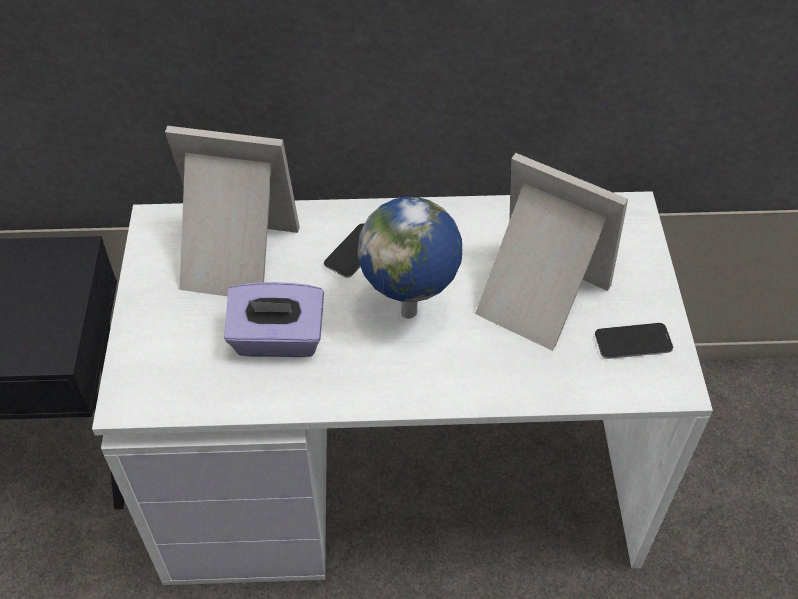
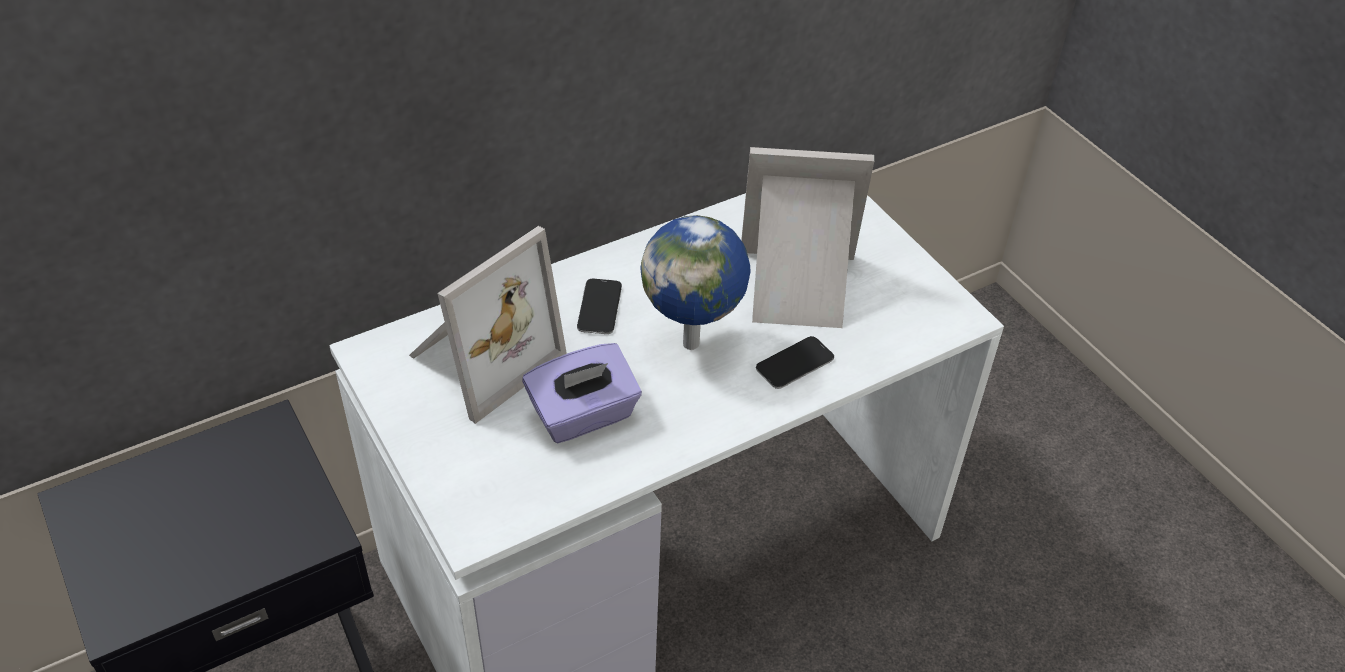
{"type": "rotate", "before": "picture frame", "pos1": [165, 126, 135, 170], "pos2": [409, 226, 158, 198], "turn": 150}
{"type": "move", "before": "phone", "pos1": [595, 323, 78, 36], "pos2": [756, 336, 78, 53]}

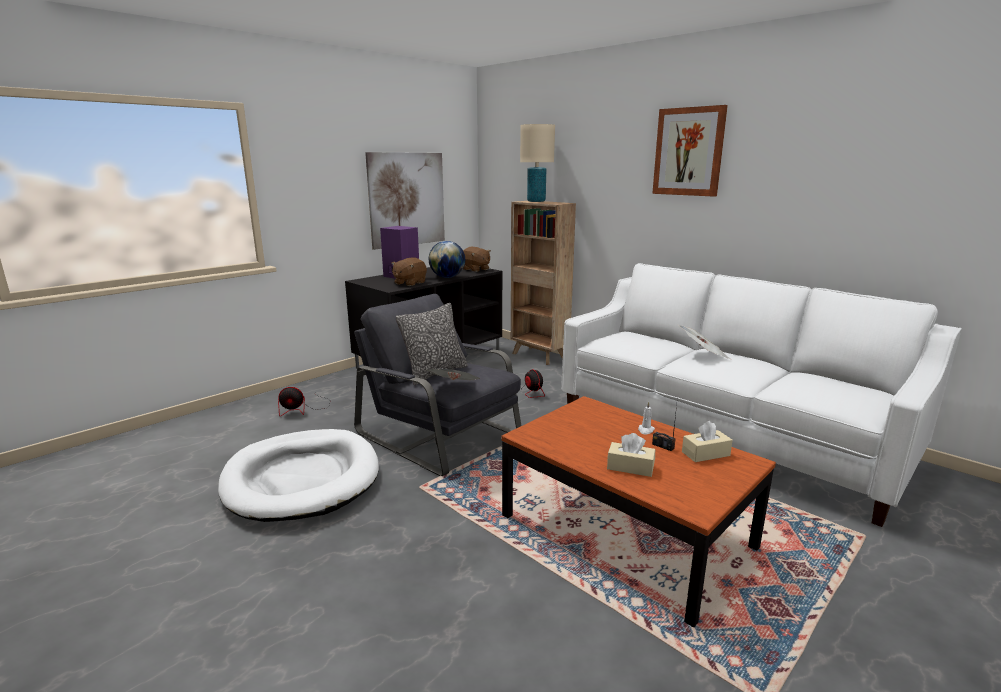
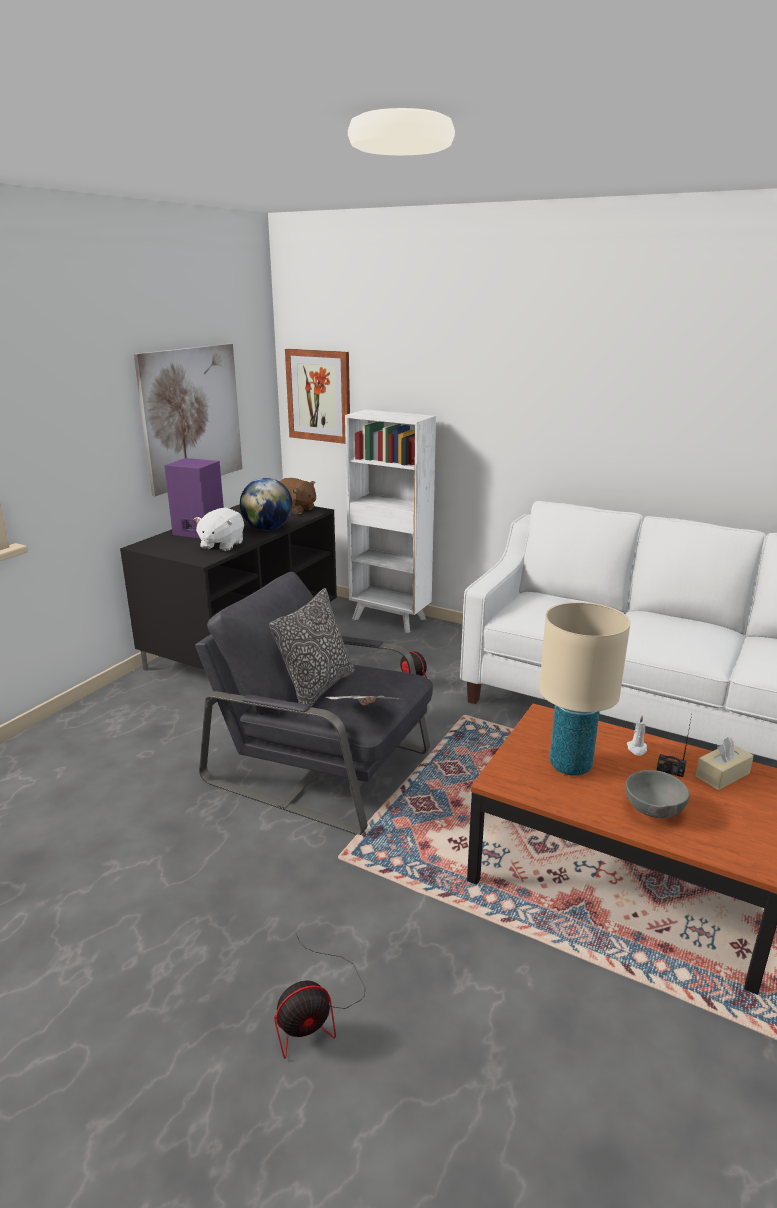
{"type": "delete", "before": "white dog bed", "pos1": [218, 429, 161, 93]}
{"type": "move", "before": "fan", "pos1": [278, 387, 52, 30], "pos2": [274, 934, 91, 125]}
{"type": "recolor", "before": "brown plush toy", "after": "white plush toy", "pos1": [391, 257, 36, 29], "pos2": [194, 508, 50, 43]}
{"type": "recolor", "before": "brown bookcase", "after": "white bookcase", "pos1": [511, 201, 65, 164], "pos2": [345, 409, 91, 224]}
{"type": "move", "before": "beige table lamp", "pos1": [520, 124, 35, 78], "pos2": [539, 602, 91, 174]}
{"type": "replace", "before": "beige tissue box", "after": "grey bowl", "pos1": [607, 433, 48, 44], "pos2": [626, 770, 63, 48]}
{"type": "move", "before": "picture", "pos1": [652, 105, 76, 92], "pos2": [285, 349, 65, 95]}
{"type": "delete", "before": "newspaper", "pos1": [678, 325, 52, 34]}

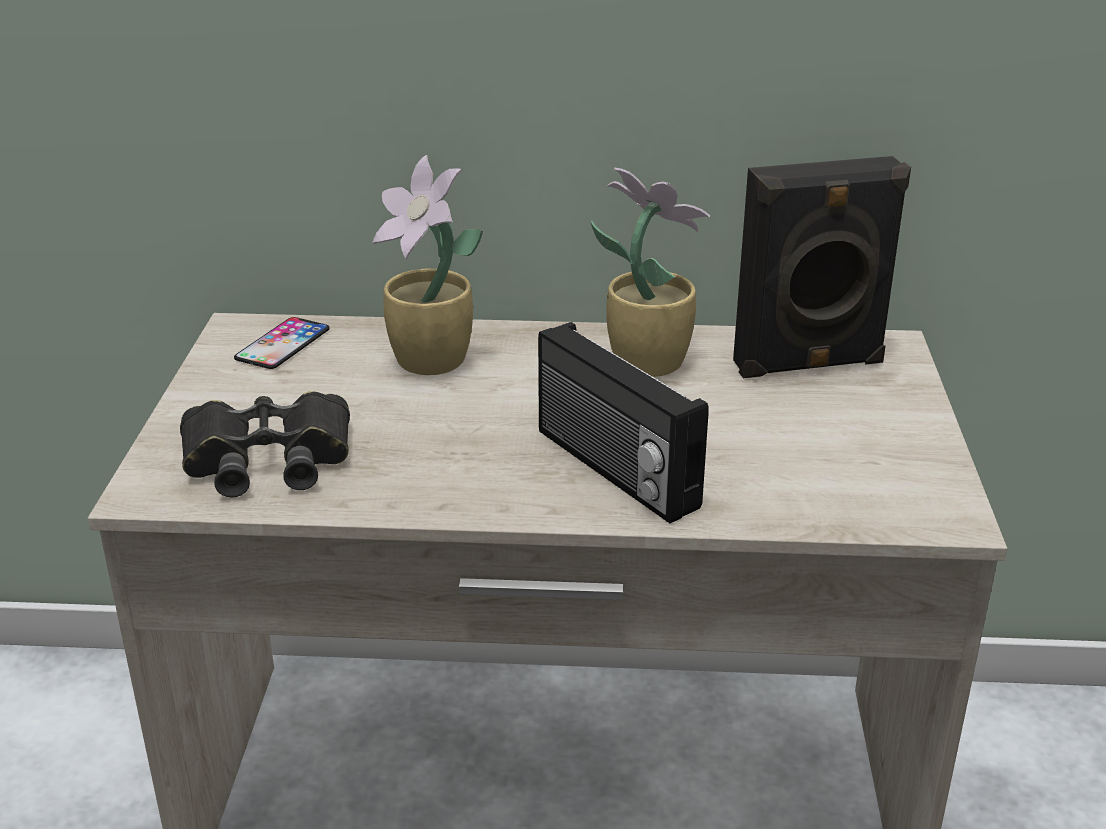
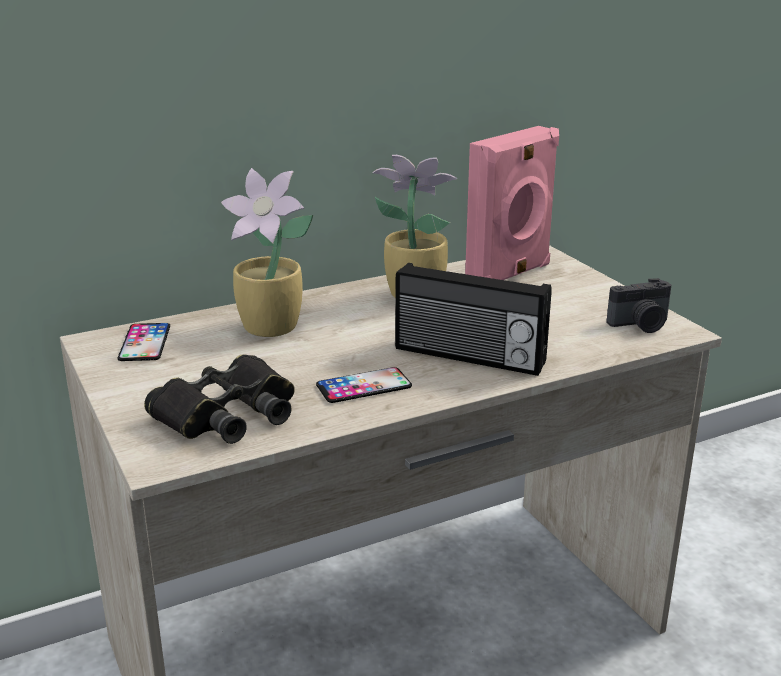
{"type": "recolor", "before": "black speaker", "after": "pink speaker", "pos1": [733, 156, 178, 222], "pos2": [465, 126, 94, 154]}
{"type": "insert", "after": "phone", "pos2": [316, 367, 96, 36]}
{"type": "insert", "after": "photo camera", "pos2": [606, 278, 65, 55]}

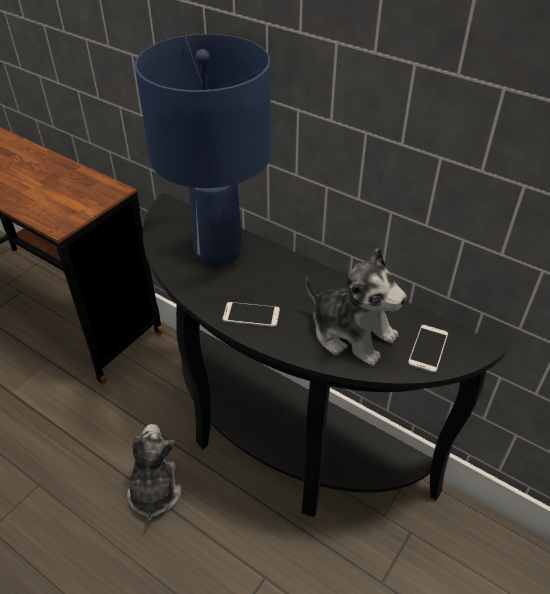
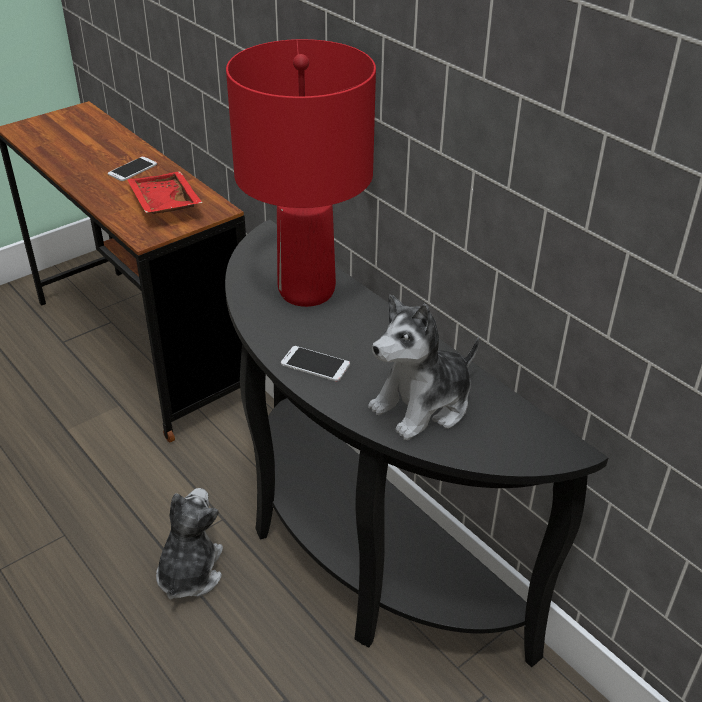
{"type": "recolor", "before": "blue table lamp", "after": "red table lamp", "pos1": [135, 34, 136, 231], "pos2": [226, 39, 150, 268]}
{"type": "rotate", "before": "plush toy", "pos1": [306, 248, 101, 118], "pos2": [368, 295, 112, 145], "turn": 90}
{"type": "move", "before": "phone", "pos1": [408, 325, 40, 48], "pos2": [108, 157, 49, 24]}
{"type": "insert", "after": "red tray", "pos2": [127, 171, 75, 43]}

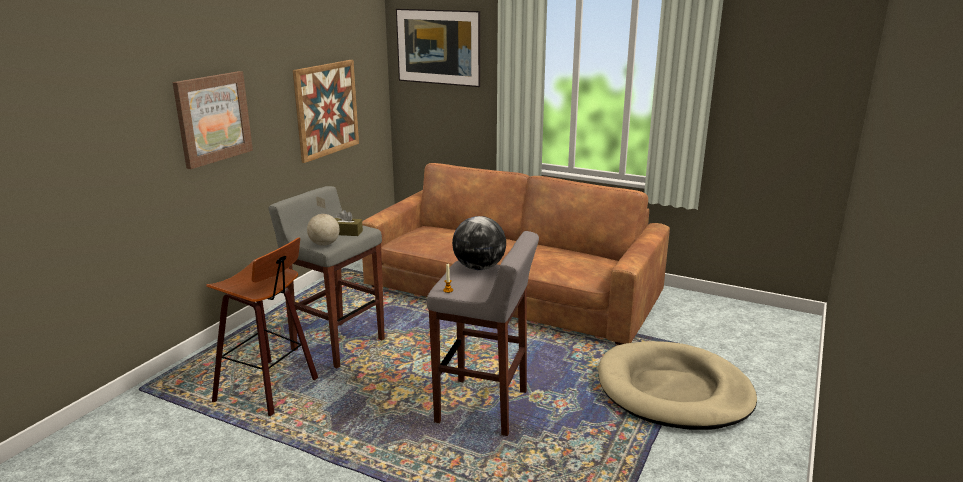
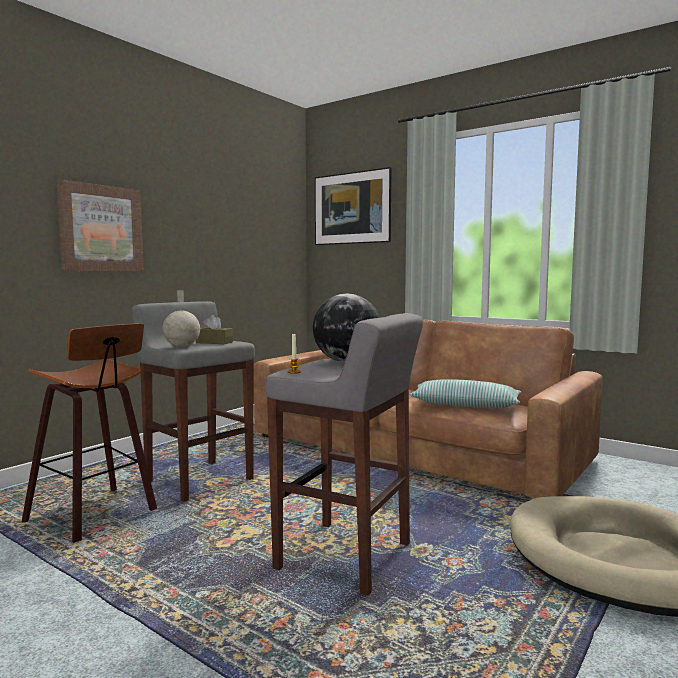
{"type": "delete", "before": "picture", "pos1": [293, 60, 66, 103]}
{"type": "insert", "after": "pillow", "pos2": [409, 379, 112, 29]}

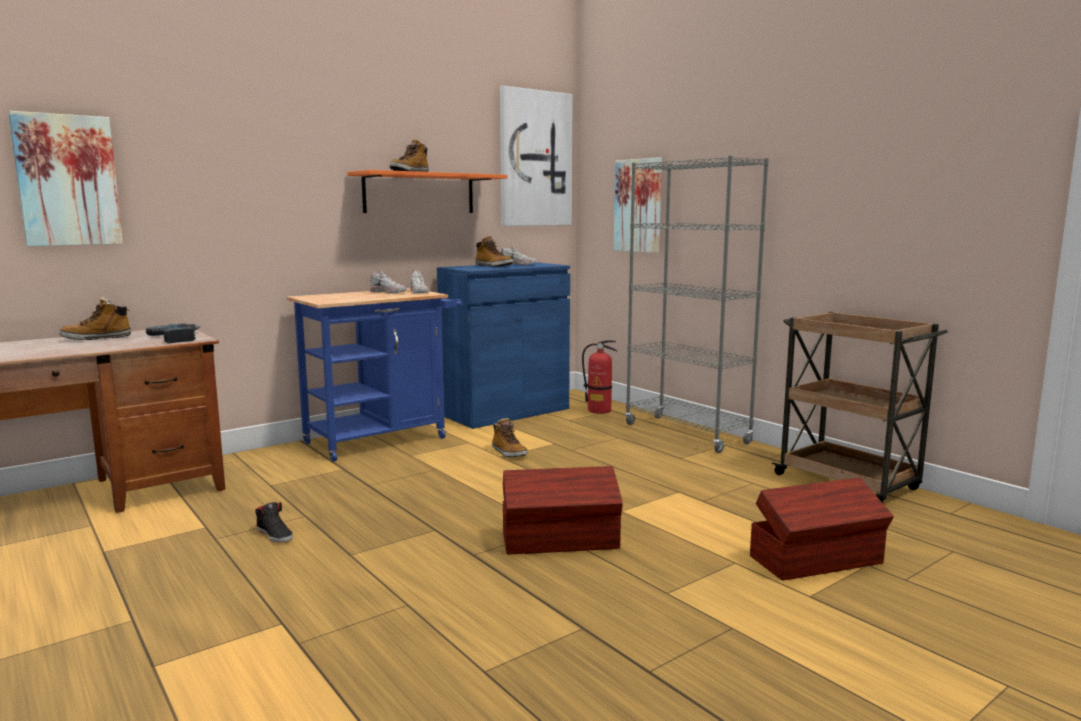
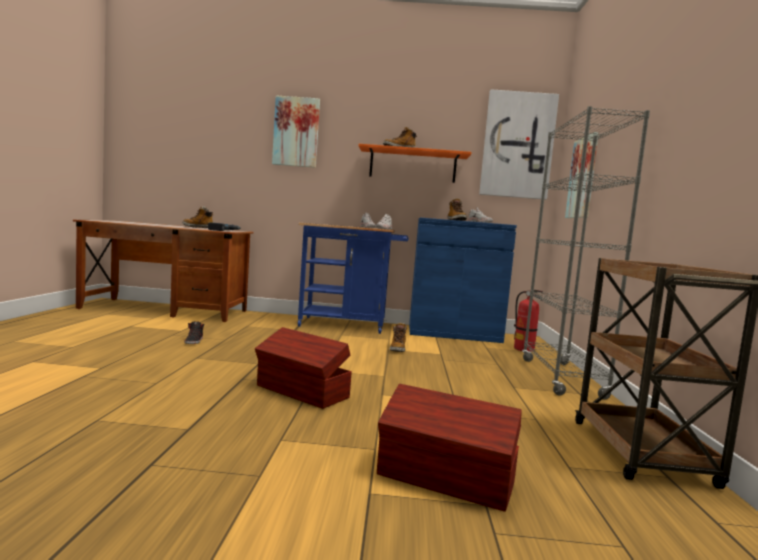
{"type": "move", "before": "picture", "pos1": [8, 111, 115, 135], "pos2": [272, 95, 48, 73]}

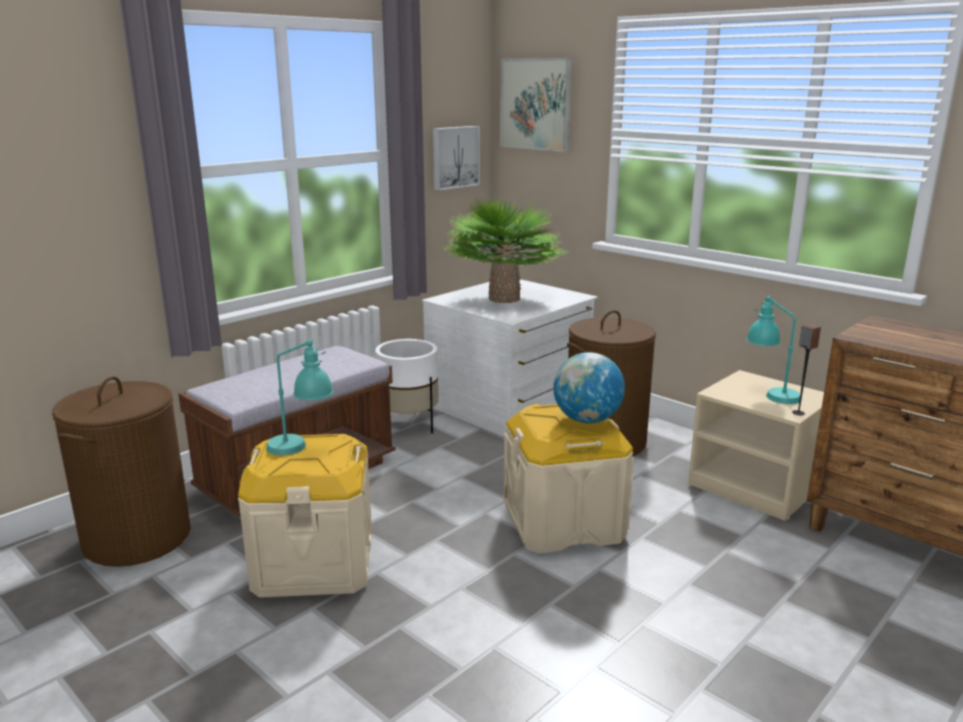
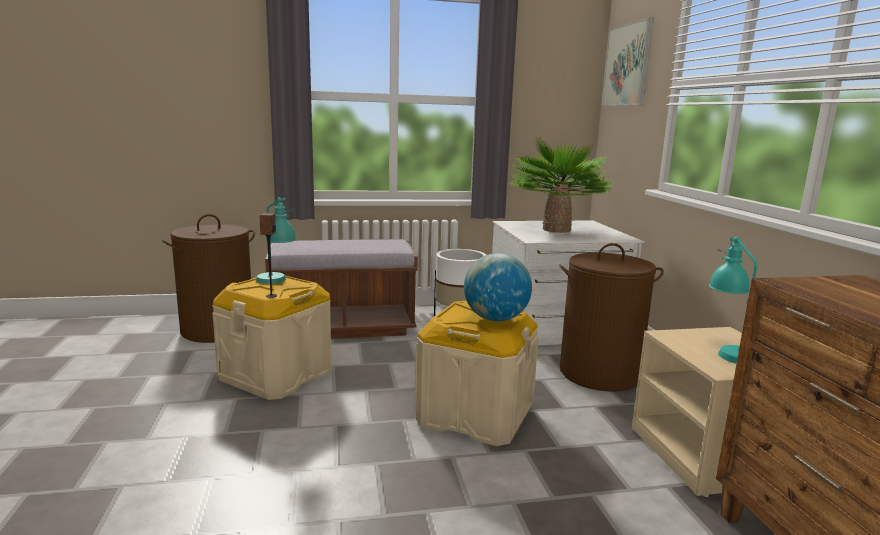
{"type": "delete", "before": "picture", "pos1": [433, 126, 47, 65]}
{"type": "move", "before": "speaker", "pos1": [792, 324, 29, 91], "pos2": [259, 213, 18, 85]}

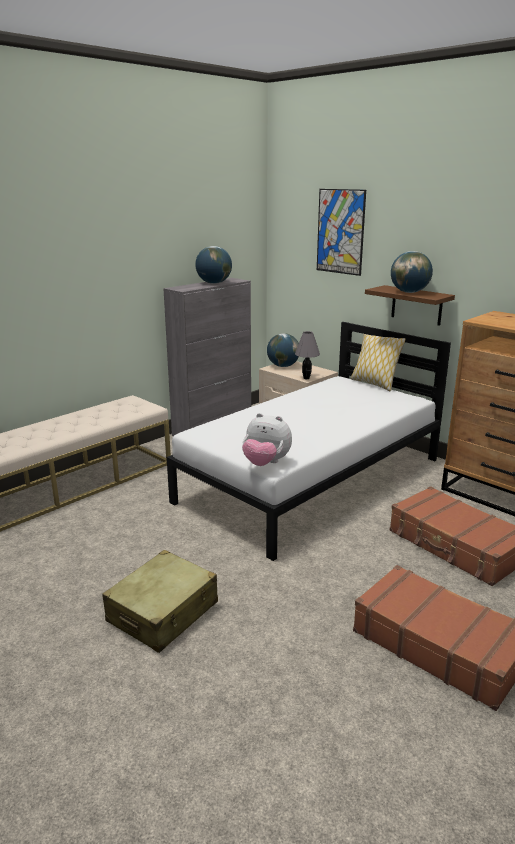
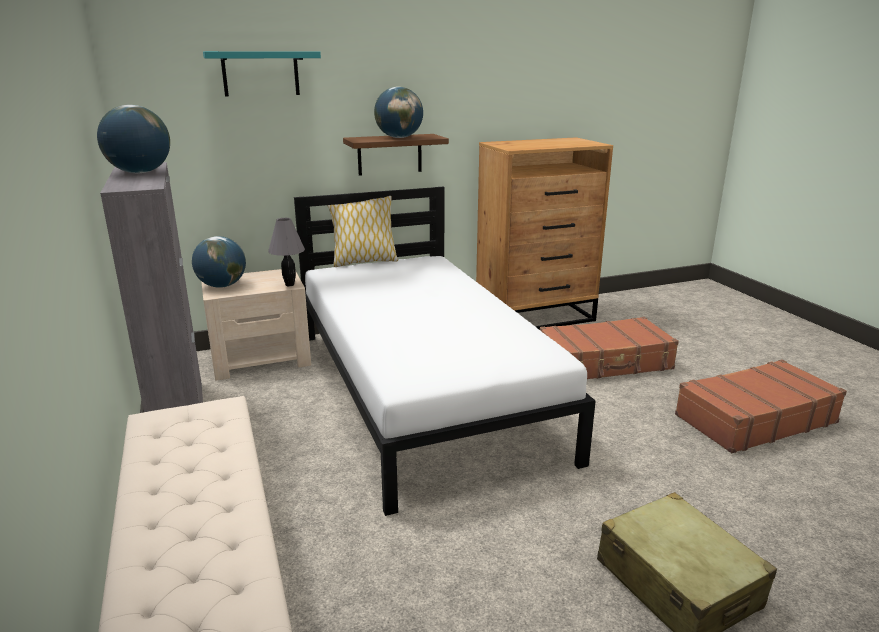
{"type": "delete", "before": "plush toy", "pos1": [242, 413, 50, 53]}
{"type": "replace", "before": "picture", "after": "turquoise shelf", "pos1": [317, 189, 49, 87], "pos2": [203, 51, 118, 46]}

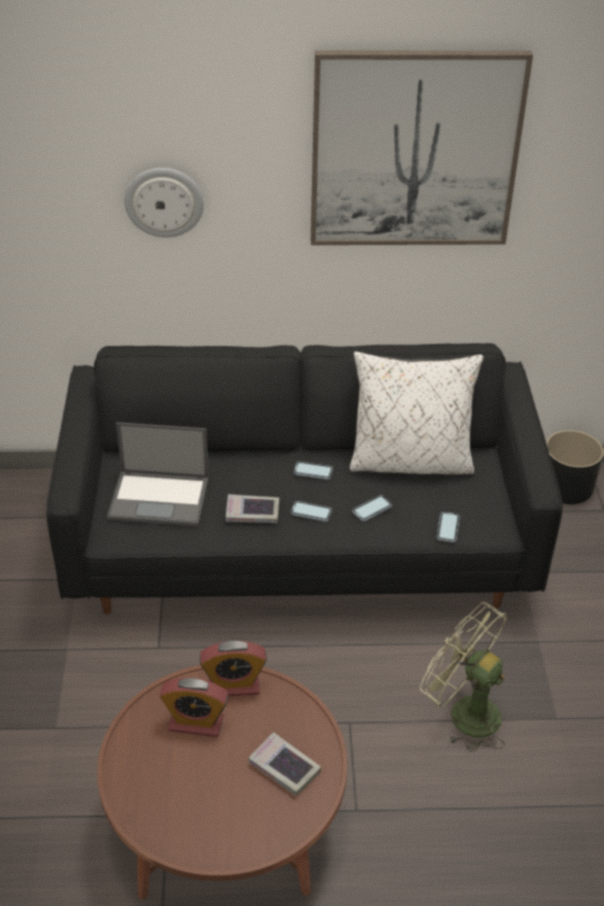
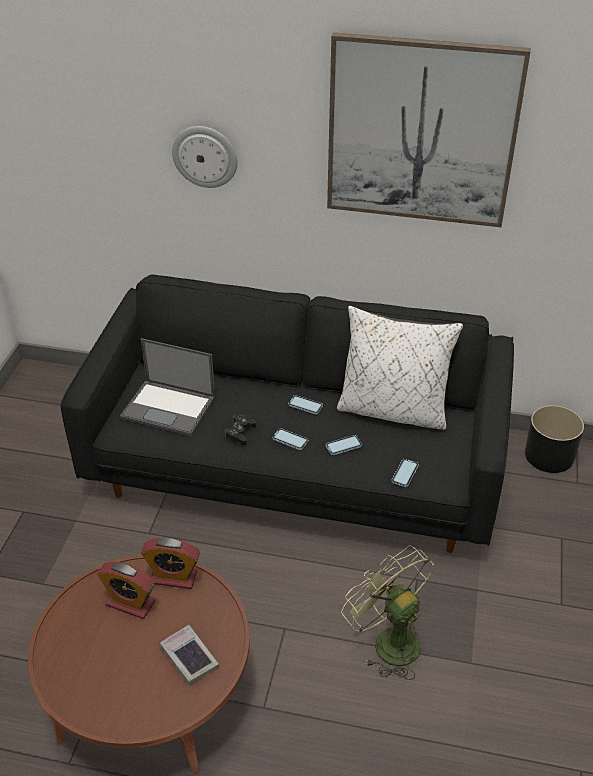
{"type": "replace", "before": "book", "after": "black game controller", "pos1": [226, 494, 53, 29], "pos2": [225, 414, 31, 31]}

